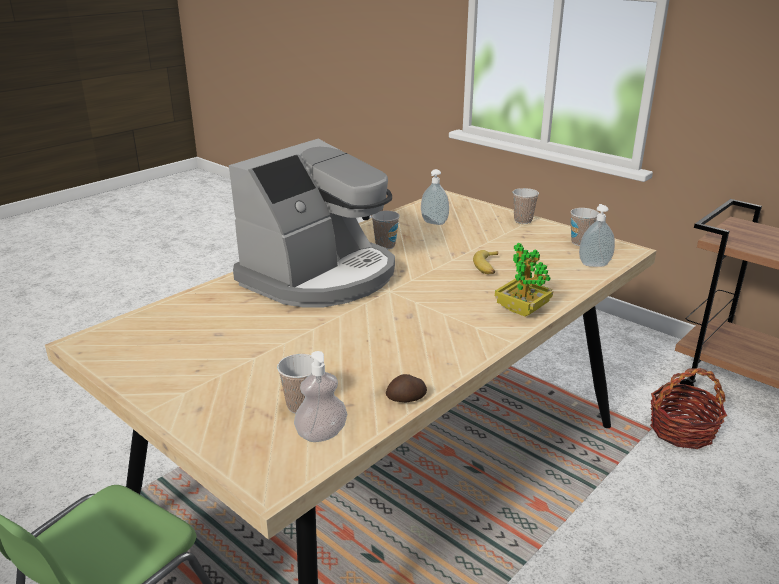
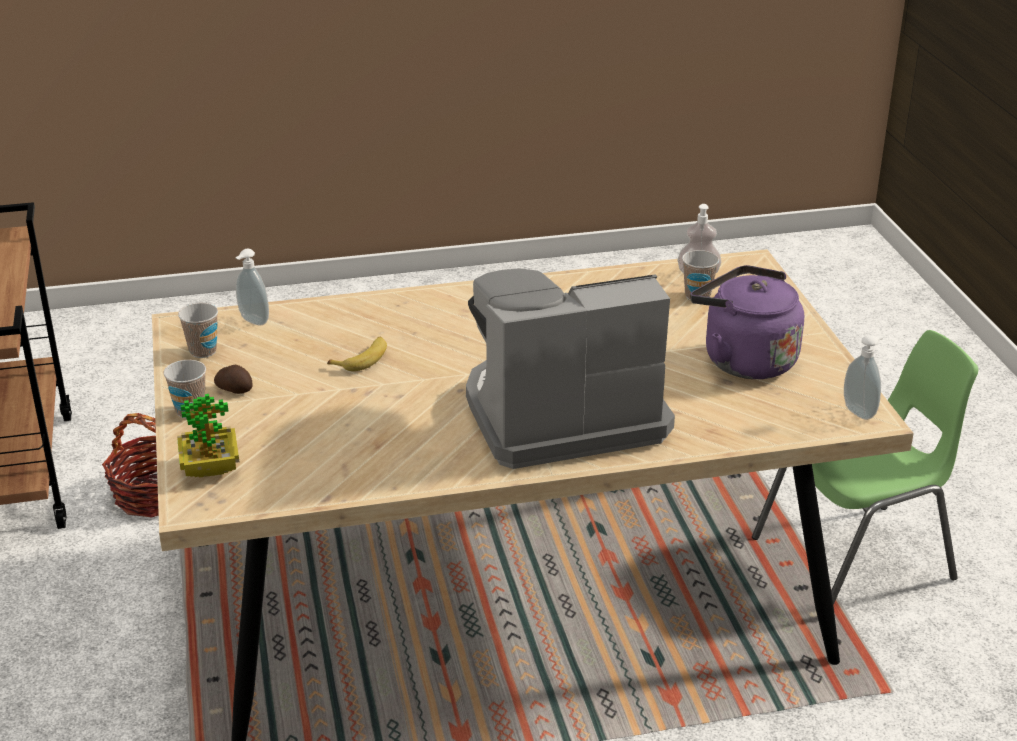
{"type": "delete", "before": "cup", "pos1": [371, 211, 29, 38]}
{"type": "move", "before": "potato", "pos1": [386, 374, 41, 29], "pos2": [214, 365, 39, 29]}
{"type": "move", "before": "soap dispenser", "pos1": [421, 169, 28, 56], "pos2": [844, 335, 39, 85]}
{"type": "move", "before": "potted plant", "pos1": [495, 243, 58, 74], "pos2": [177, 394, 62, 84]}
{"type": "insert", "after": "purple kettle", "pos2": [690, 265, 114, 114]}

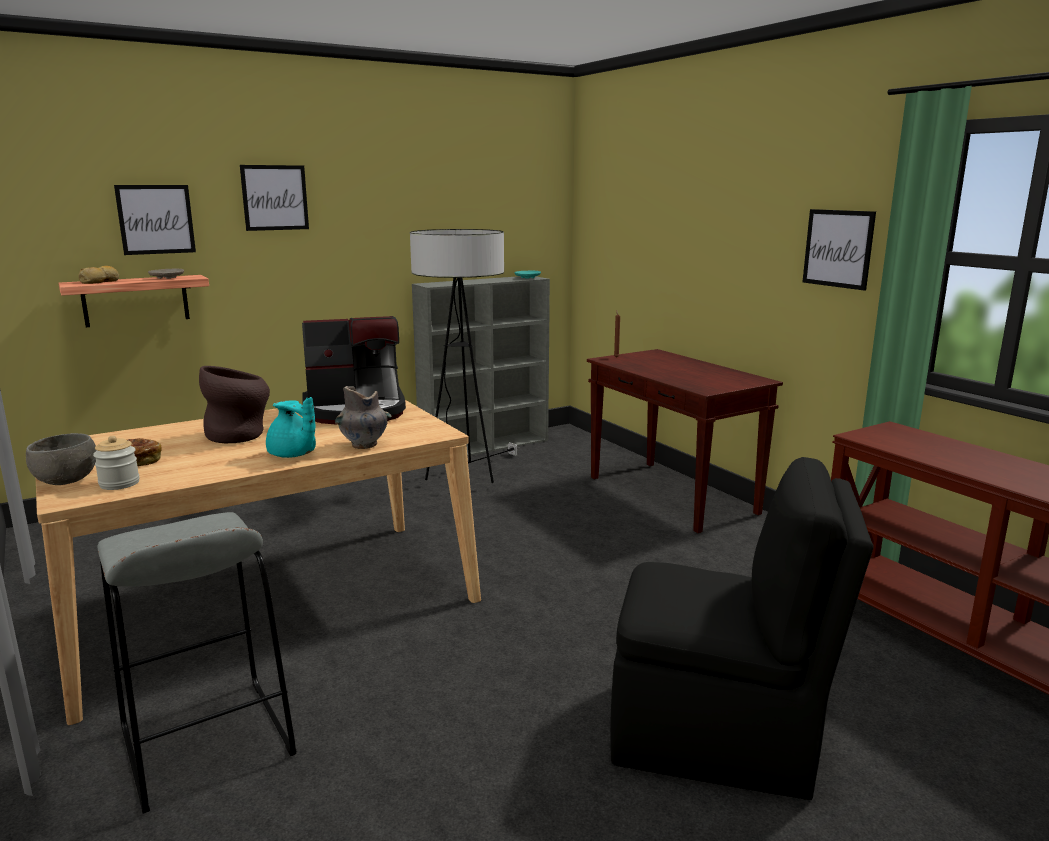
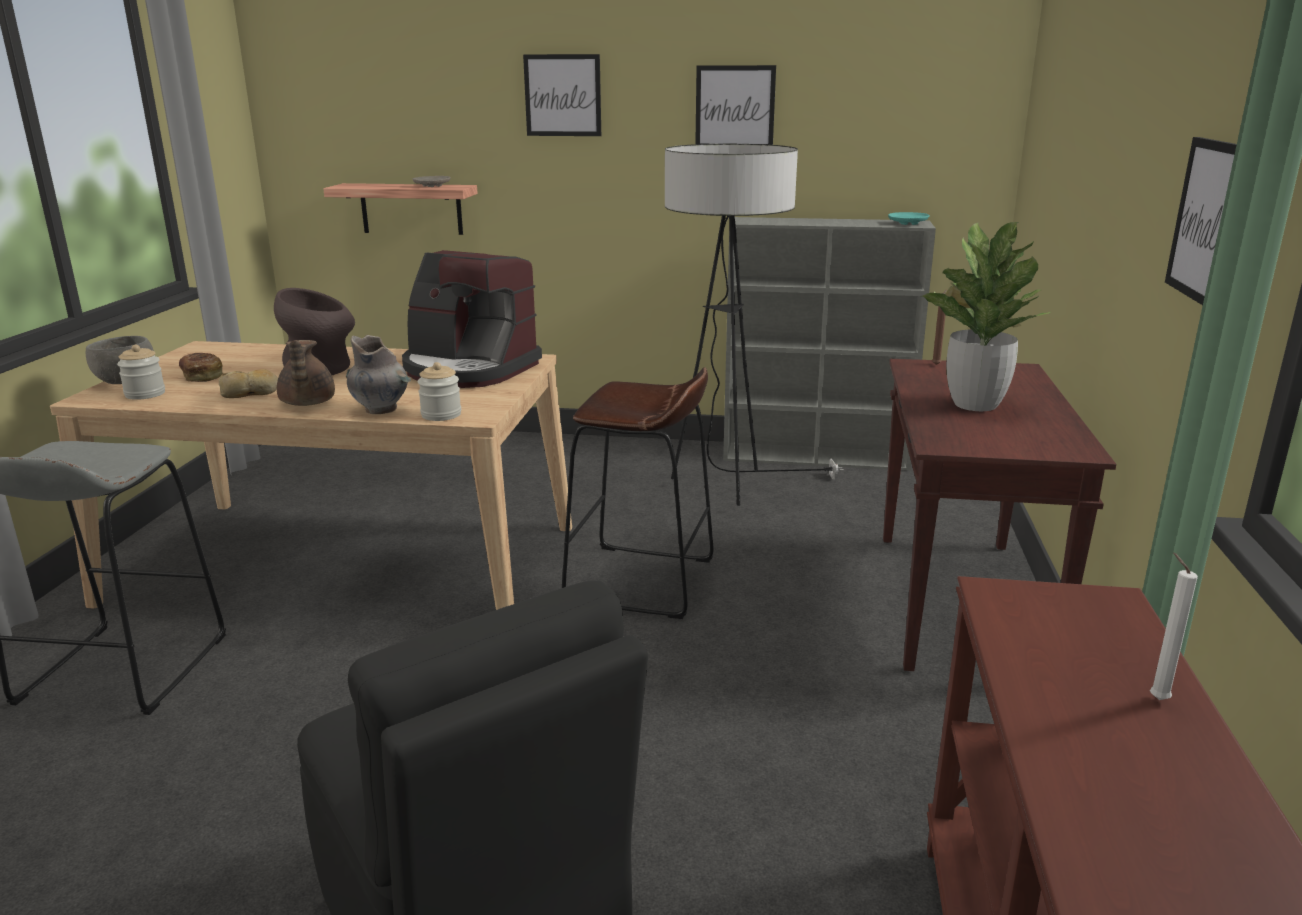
{"type": "move", "before": "bread", "pos1": [78, 266, 41, 18], "pos2": [219, 369, 59, 29]}
{"type": "move", "before": "picture", "pos1": [114, 185, 82, 70], "pos2": [695, 65, 81, 80]}
{"type": "recolor", "before": "turquoise teapot", "after": "brown teapot", "pos1": [266, 397, 50, 61], "pos2": [277, 340, 58, 66]}
{"type": "insert", "after": "jar", "pos2": [417, 362, 44, 59]}
{"type": "insert", "after": "brown stool", "pos2": [562, 367, 152, 252]}
{"type": "insert", "after": "potted plant", "pos2": [922, 222, 128, 189]}
{"type": "insert", "after": "white candle", "pos2": [1150, 553, 48, 147]}

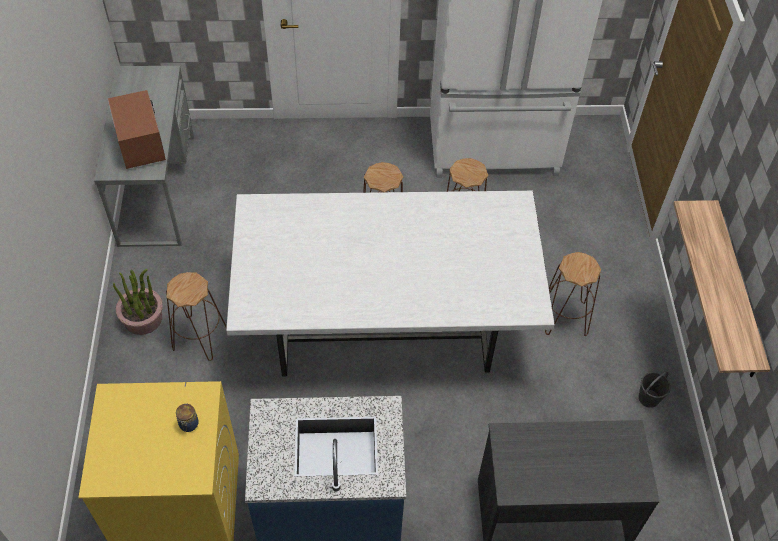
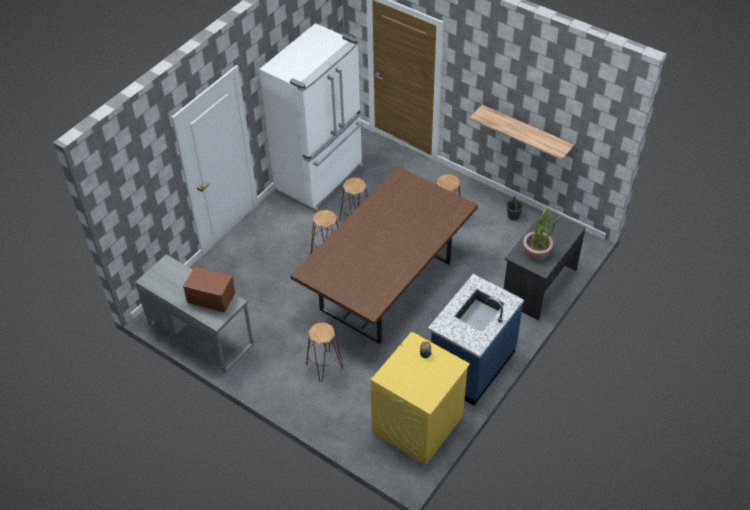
{"type": "move", "before": "potted plant", "pos1": [113, 269, 50, 66], "pos2": [523, 207, 40, 54]}
{"type": "recolor", "before": "white dining table", "after": "brown dining table", "pos1": [226, 191, 329, 185], "pos2": [290, 167, 188, 177]}

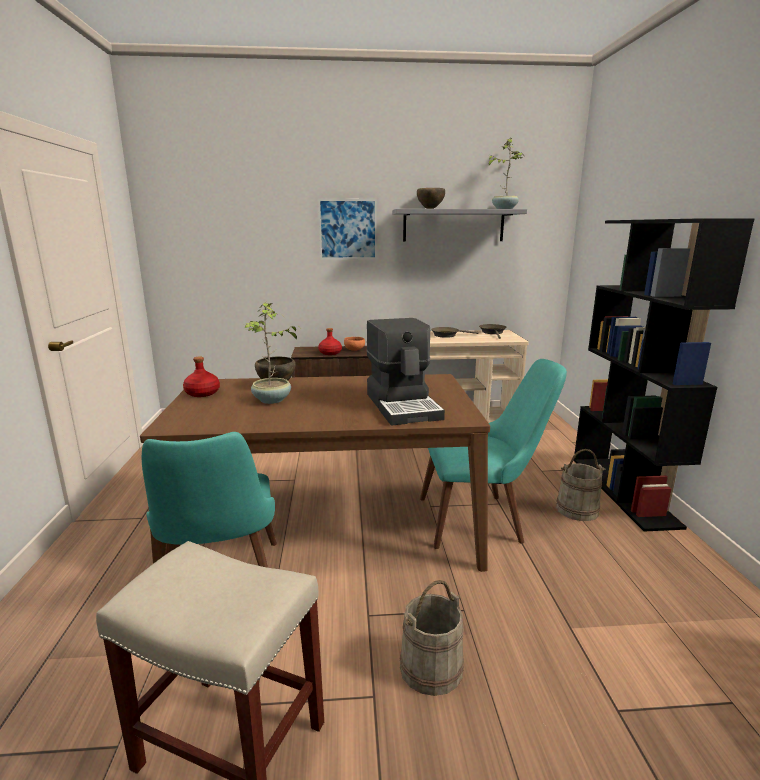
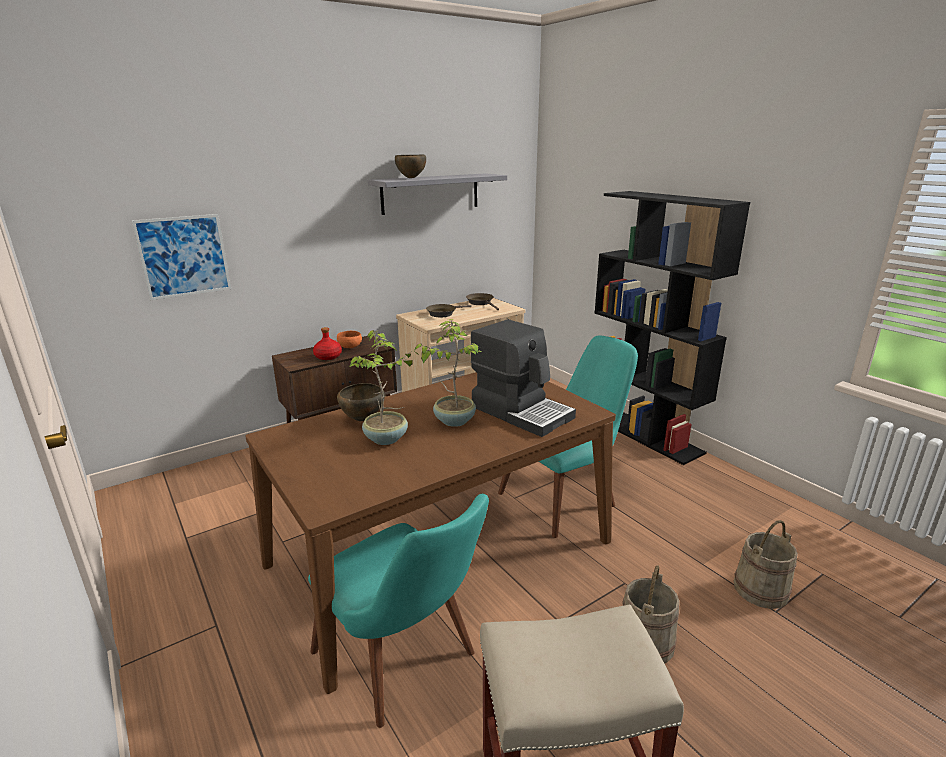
{"type": "delete", "before": "red bottle", "pos1": [183, 356, 37, 41]}
{"type": "move", "before": "picture", "pos1": [318, 199, 59, 61], "pos2": [132, 214, 99, 86]}
{"type": "move", "before": "potted plant", "pos1": [488, 138, 36, 71], "pos2": [415, 319, 67, 108]}
{"type": "move", "before": "beige bucket", "pos1": [556, 449, 49, 72], "pos2": [733, 520, 65, 89]}

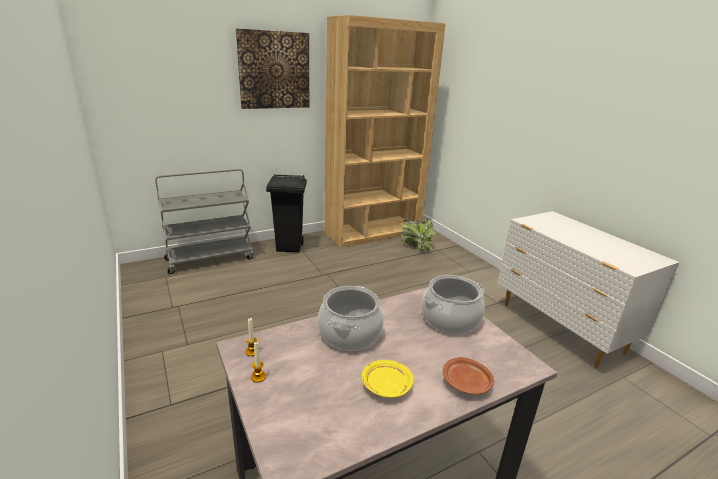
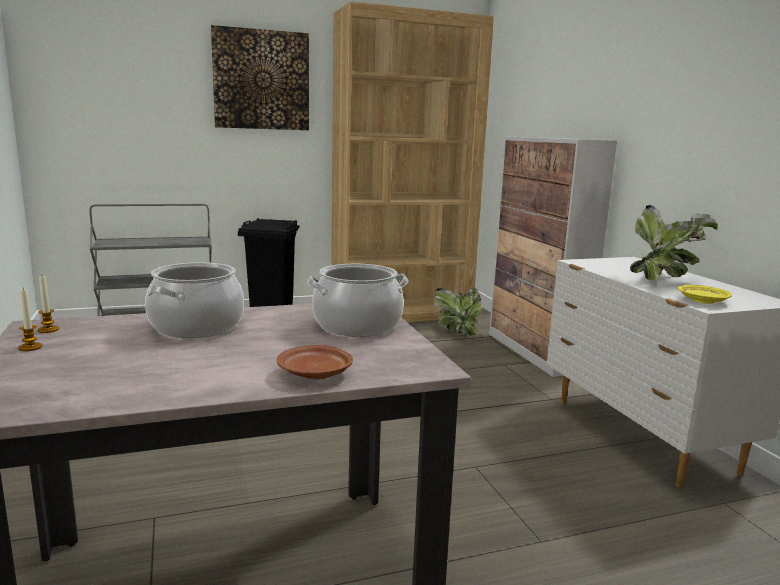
{"type": "move", "before": "yellow plate", "pos1": [362, 360, 52, 38], "pos2": [678, 285, 54, 19]}
{"type": "insert", "after": "cabinet", "pos2": [489, 136, 128, 241]}
{"type": "insert", "after": "potted plant", "pos2": [630, 205, 88, 76]}

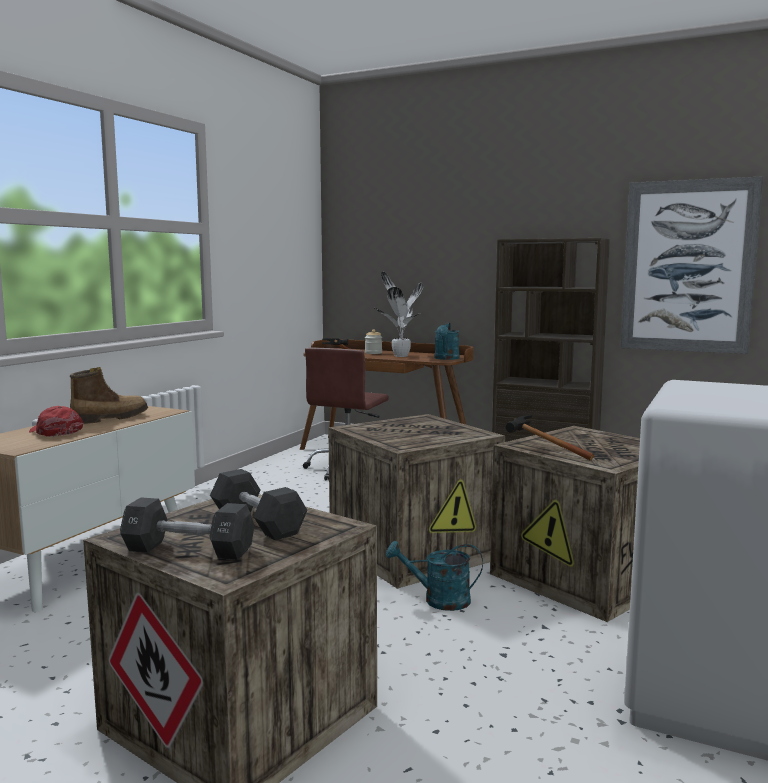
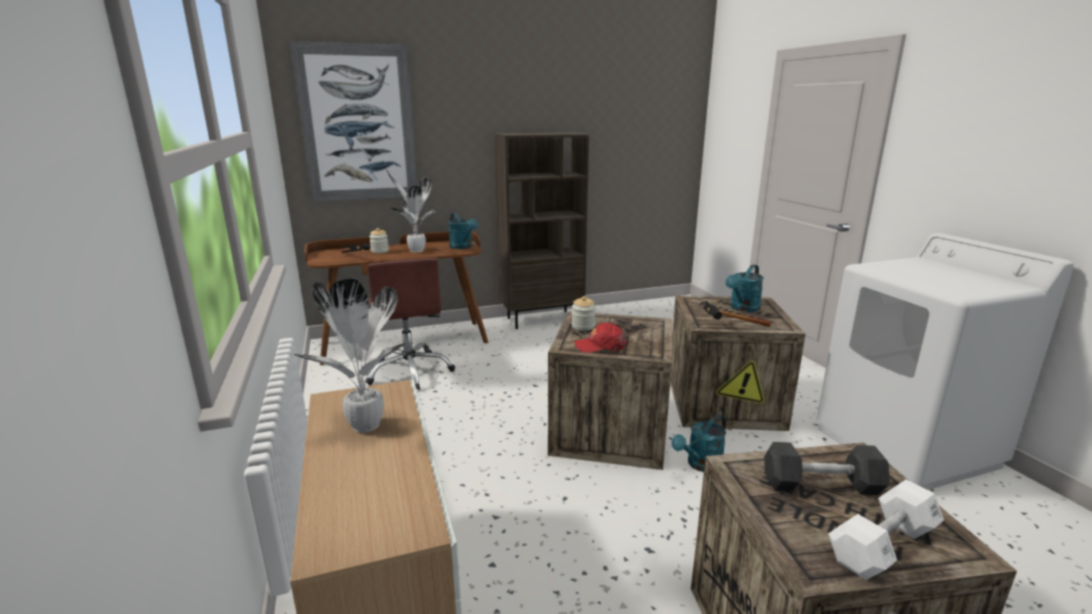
{"type": "move", "before": "red cap", "pos1": [29, 406, 54, 31], "pos2": [574, 323, 53, 30]}
{"type": "replace", "before": "boot", "after": "potted plant", "pos1": [70, 367, 78, 57], "pos2": [293, 279, 114, 154]}
{"type": "recolor", "before": "black dumbbell", "after": "white dumbbell", "pos1": [120, 497, 134, 63], "pos2": [828, 480, 116, 100]}
{"type": "move", "before": "picture", "pos1": [621, 176, 142, 178], "pos2": [290, 41, 128, 161]}
{"type": "insert", "after": "jar", "pos2": [572, 296, 24, 35]}
{"type": "insert", "after": "turquoise watering can", "pos2": [725, 265, 39, 47]}

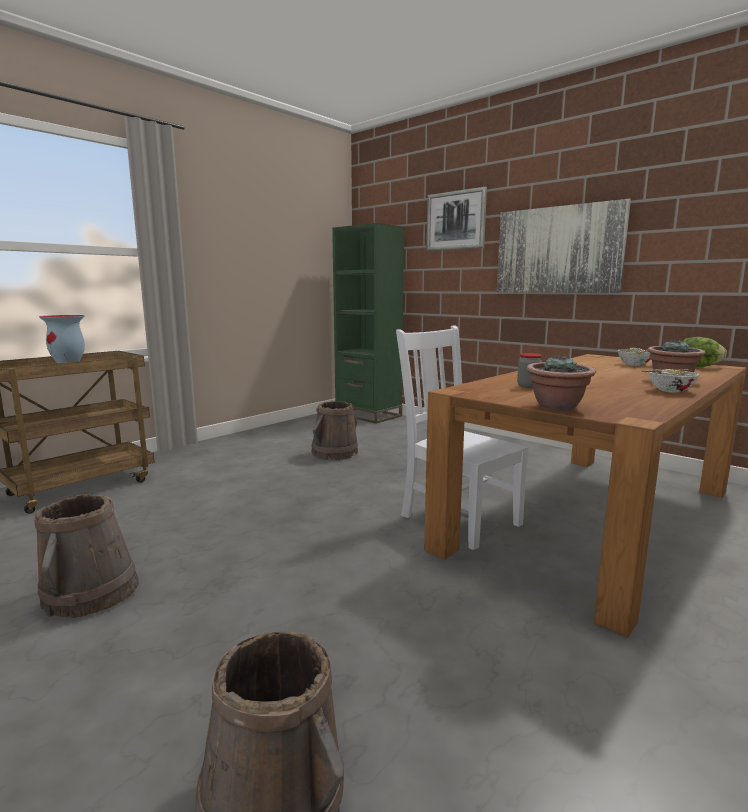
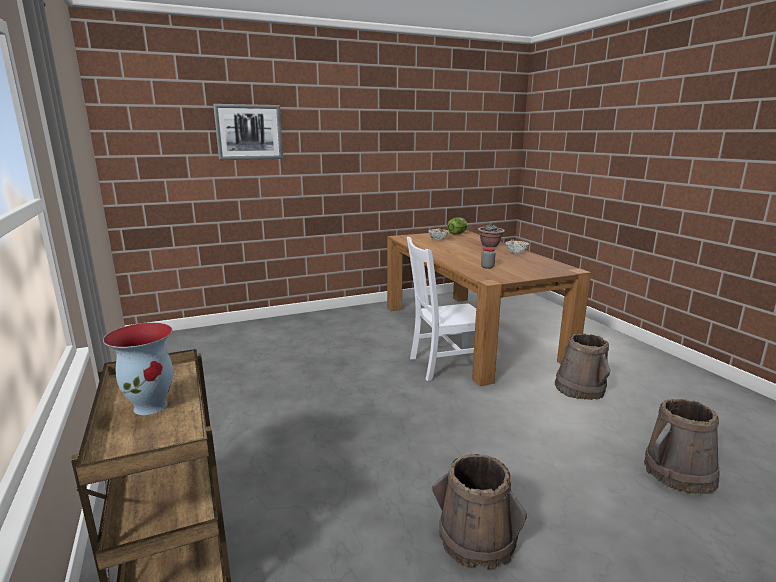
{"type": "move", "before": "brown bucket", "pos1": [311, 401, 47, 59], "pos2": [555, 333, 55, 67]}
{"type": "delete", "before": "green bookcase", "pos1": [332, 223, 72, 201]}
{"type": "delete", "before": "picture", "pos1": [497, 199, 134, 94]}
{"type": "delete", "before": "potted plant", "pos1": [527, 355, 69, 56]}

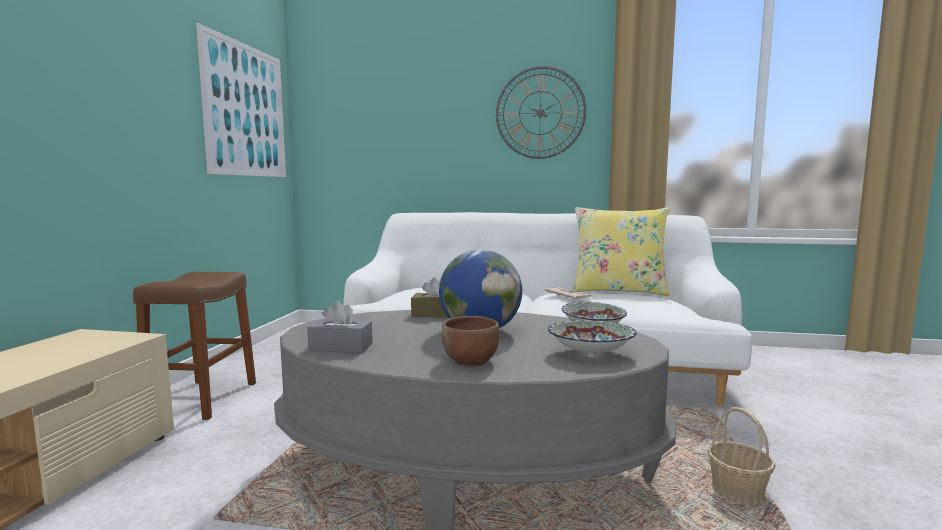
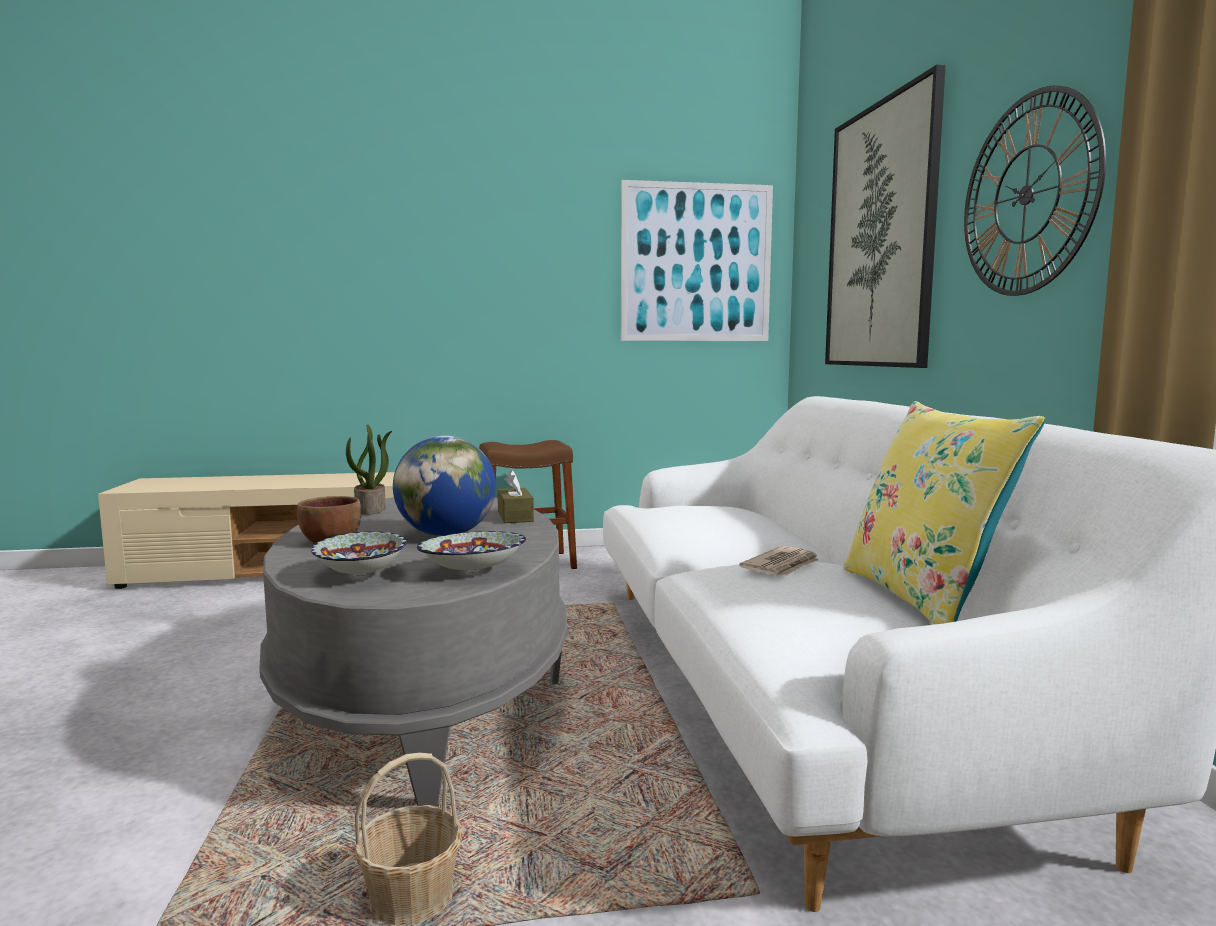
{"type": "replace", "before": "grey tissue box", "after": "potted plant", "pos1": [307, 301, 66, 52], "pos2": [346, 424, 46, 91]}
{"type": "insert", "after": "picture", "pos2": [825, 65, 121, 303]}

